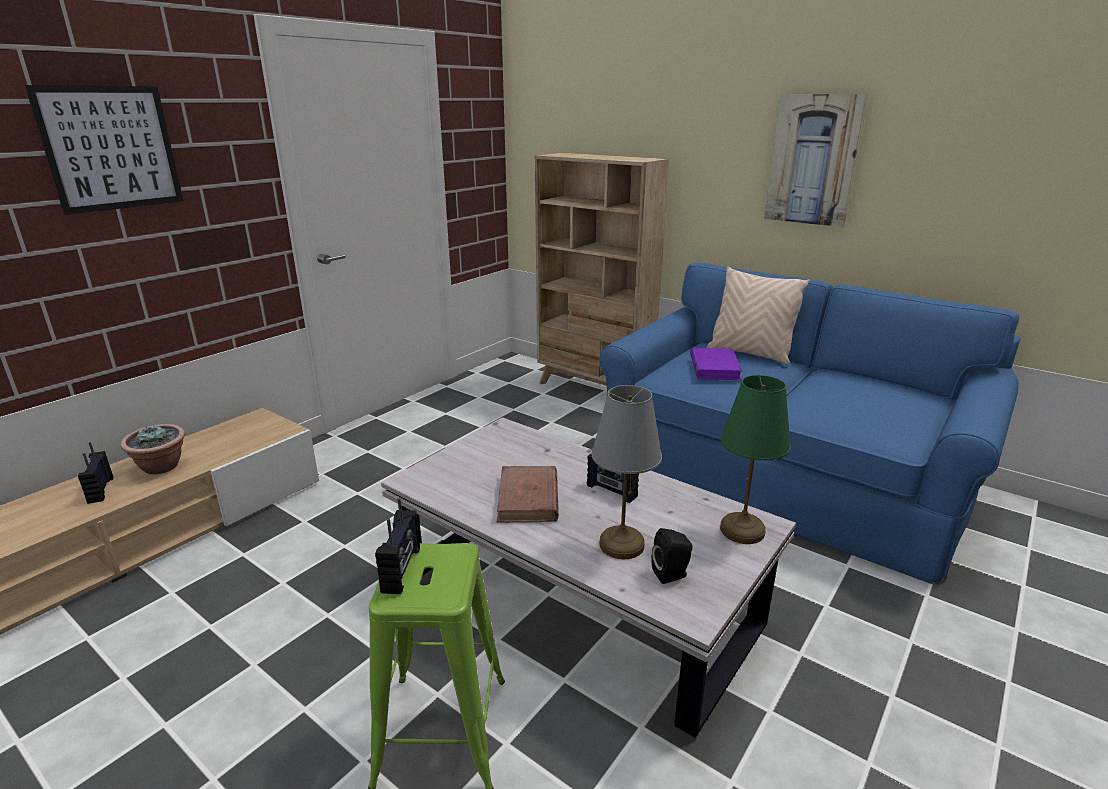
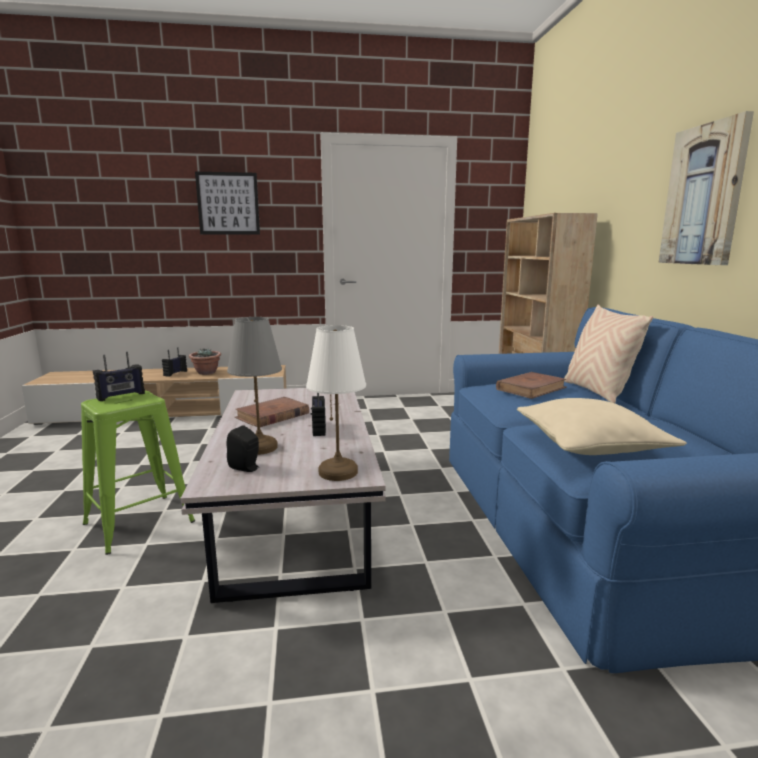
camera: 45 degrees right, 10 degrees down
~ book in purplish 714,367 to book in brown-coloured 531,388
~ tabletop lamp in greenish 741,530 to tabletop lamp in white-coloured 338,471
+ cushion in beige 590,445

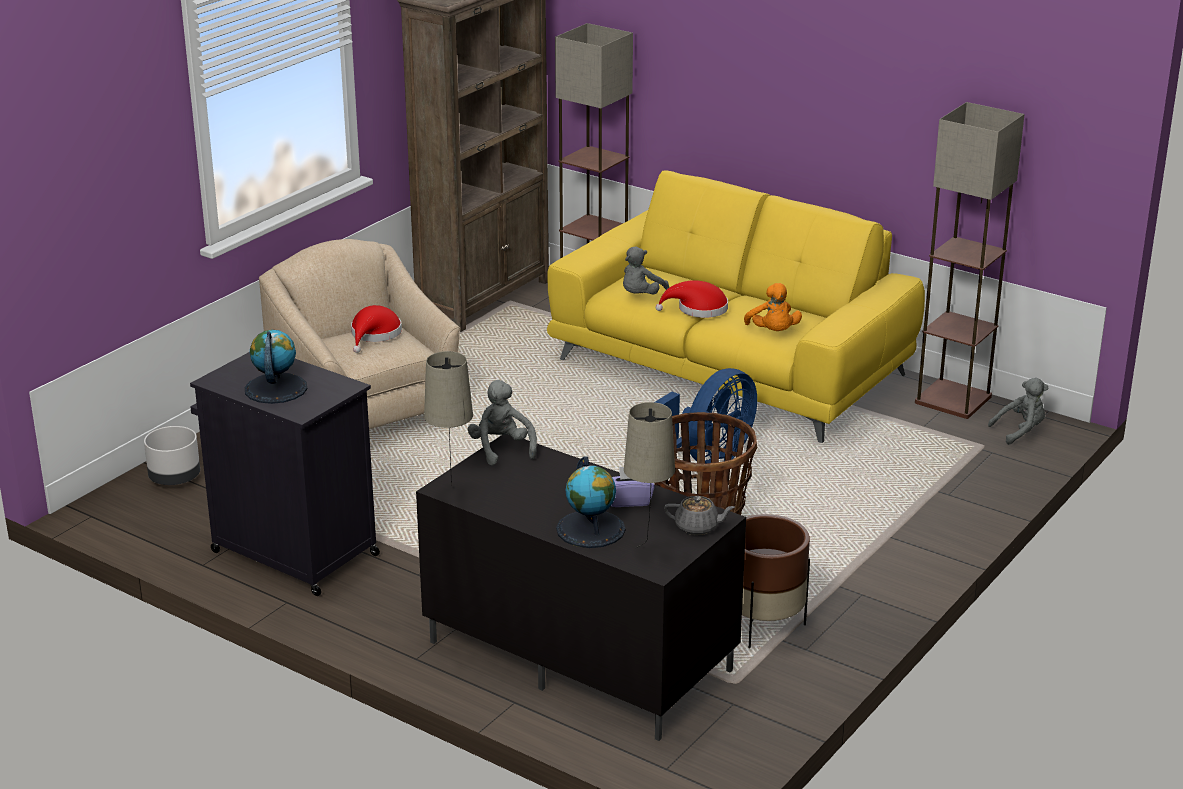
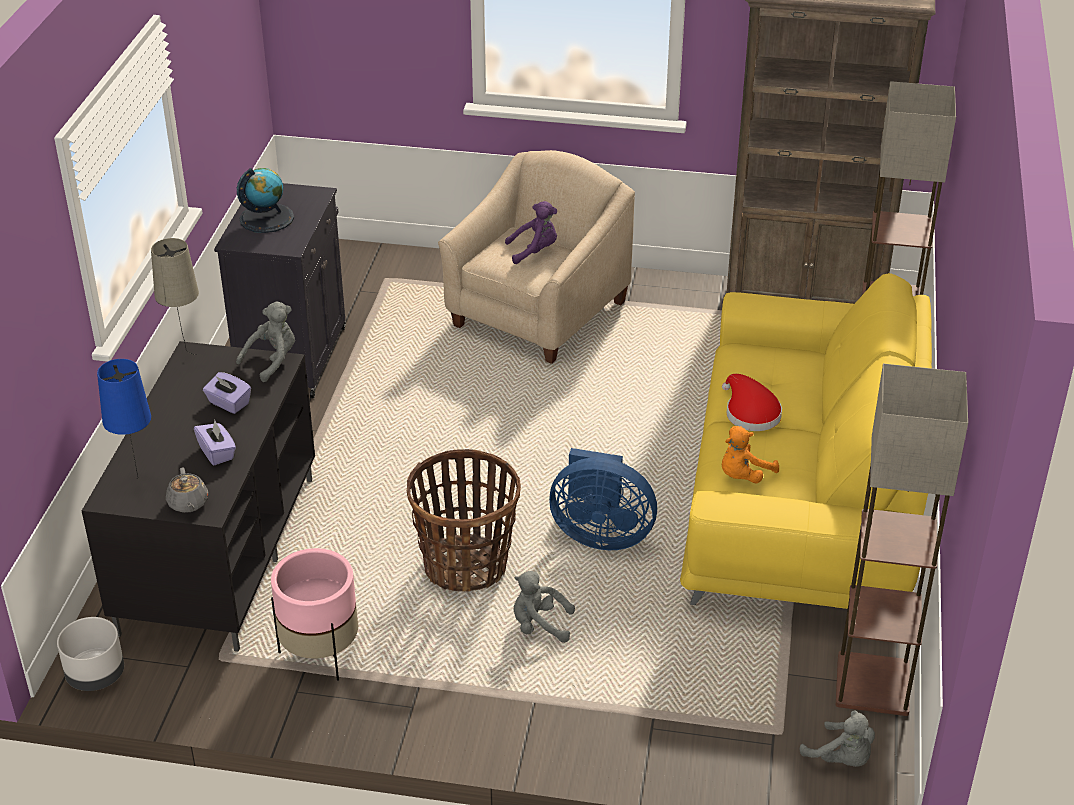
camera: 65 degrees right, 10 degrees up
~ plant pot in grey 174,479 to 95,675
~ clothing hat in red 374,335 to cuddly toy in purplish 534,251
- globe 591,529
~ cuddly toy in grey 641,295 to 539,625
~ tabletop lamp in beige 648,548 to tabletop lamp in blue 139,485
~ plant pot in brown-coloured 763,626 to plant pot in pink-coloured 320,653
+ tissue holder in purplish 228,403

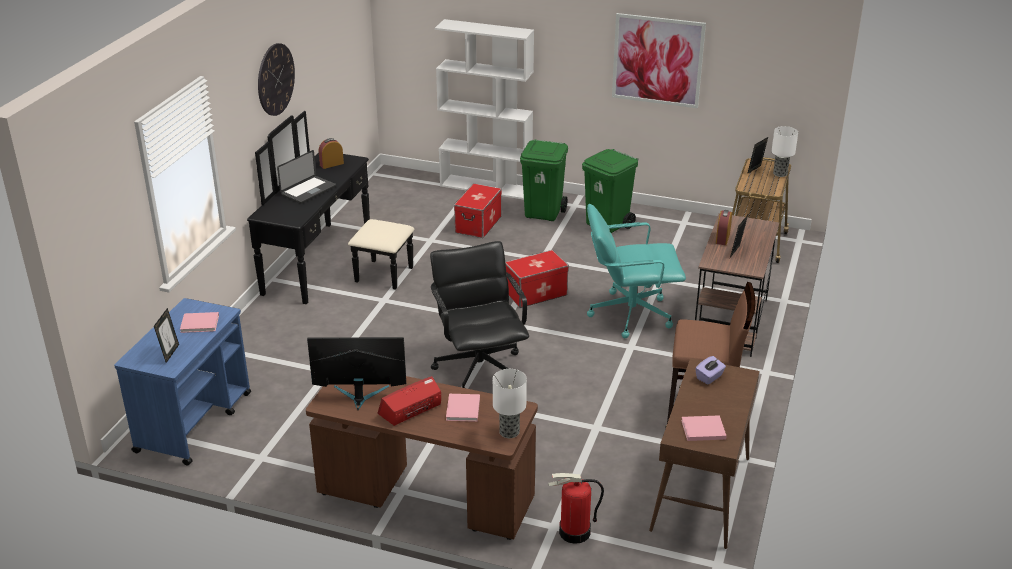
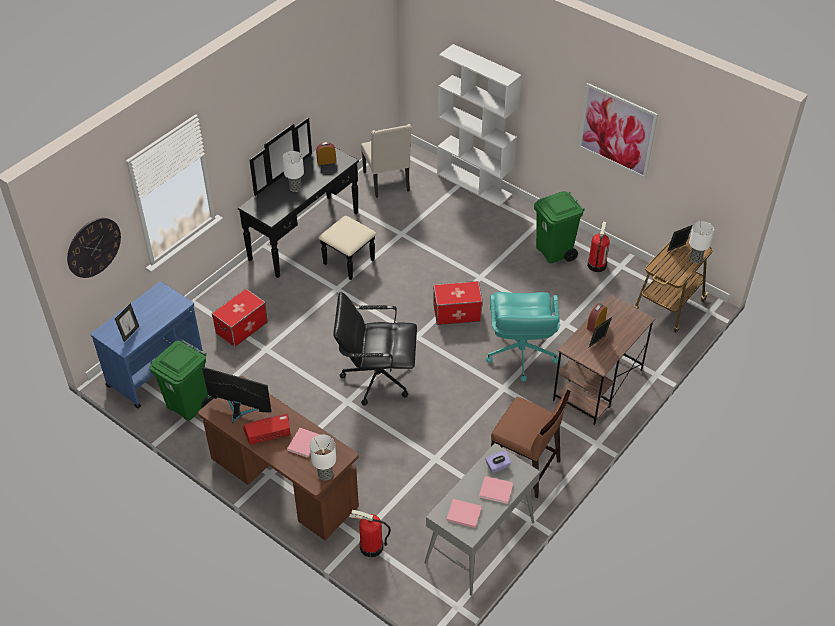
camera: 20 degrees right, 15 degrees up
~ book in pink-coloured 201,324 to 497,491
~ hanging clock 275,79 to 93,247
~ notebook computer 308,191 to tabletop lamp 295,188
~ office chair in black-coloured 479,368 = 376,377 90 degrees counterclockwise
~ storage box 478,224 to 241,327
~ rubbish bin in greenish 543,213 to 189,406
~ office chair in blue-green 629,314 = 520,354 105 degrees counterclockwise
~ hall table in brown-coloured 701,494 to hall table in grey 479,543
+ upright chair in beige 387,182
+ fire extinguisher 596,265

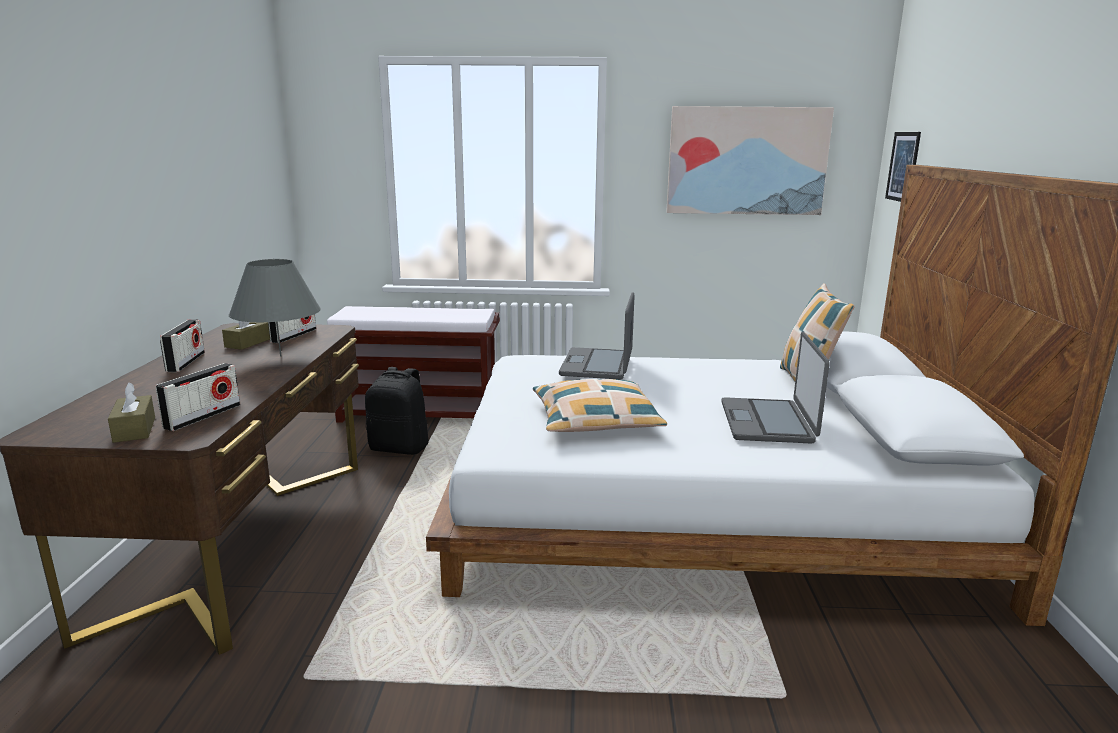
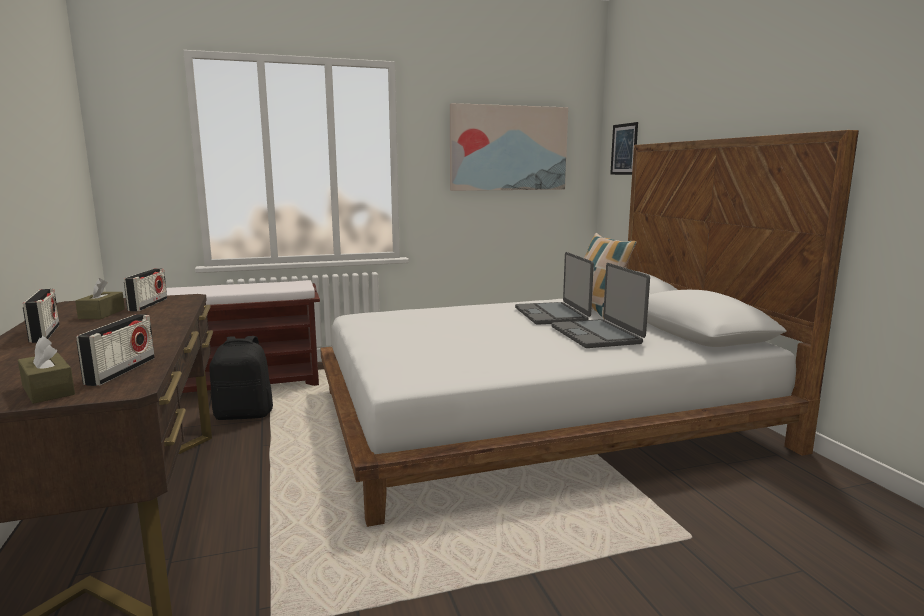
camera: 20 degrees left, 5 degrees down
- tabletop lamp in grey 280,356
- cushion 595,420
~ notebook computer 598,365 to 552,315

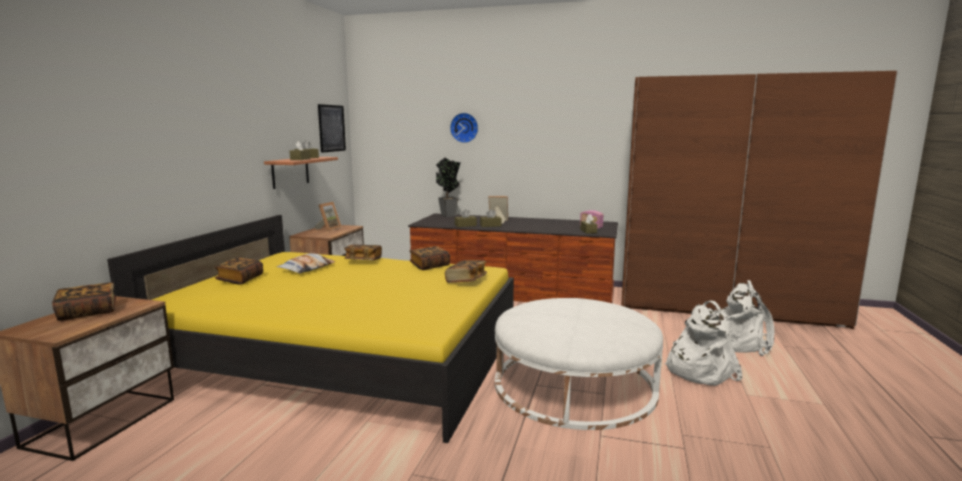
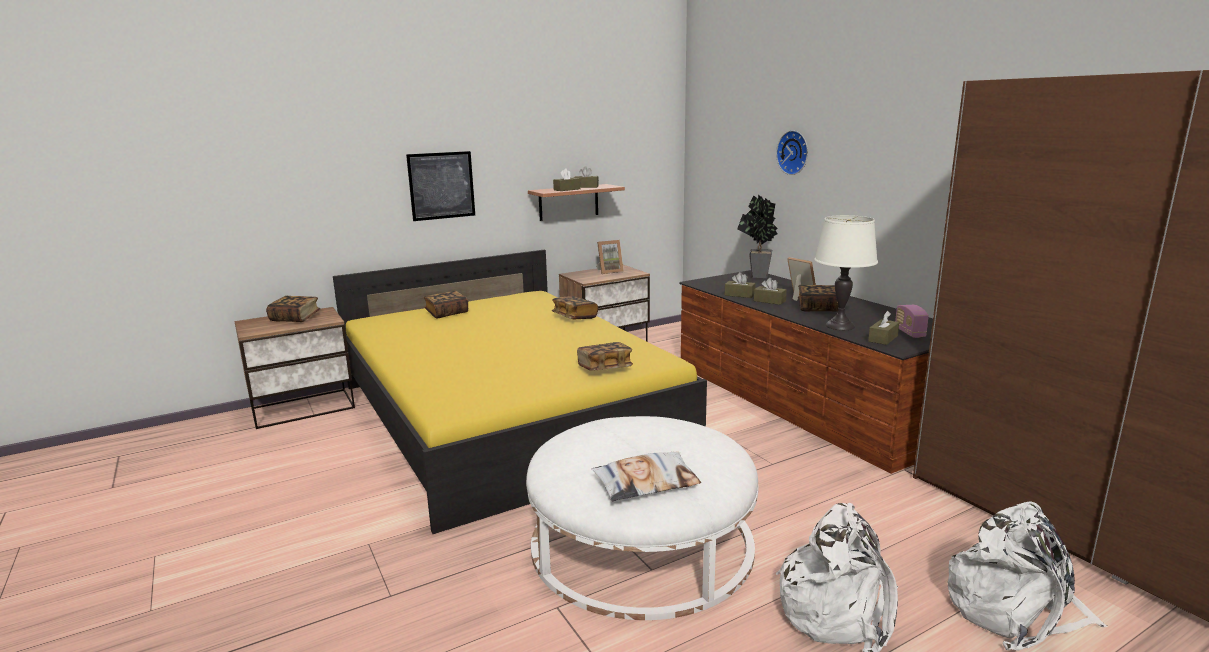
camera: 45 degrees right, 5 degrees up
~ cushion 307,268 to 646,483
~ picture 331,128 to 441,185
~ book 429,266 to 818,308
+ tabletop lamp in white-coloured 840,326

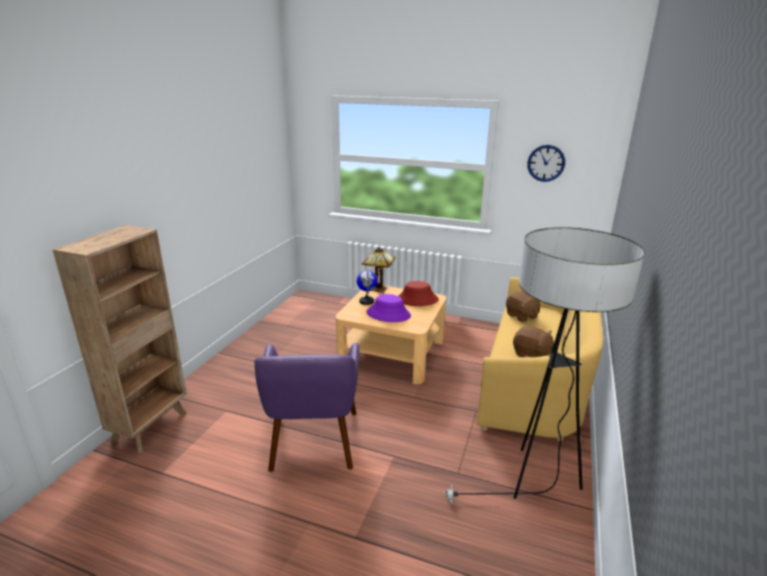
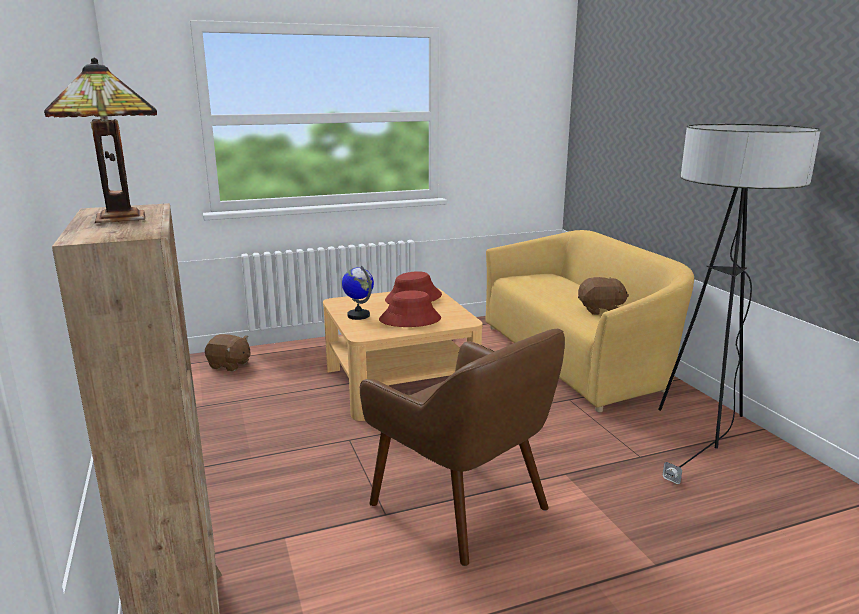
camera: 40 degrees left, 5 degrees down
~ easy chair in purplish 313,441 to easy chair in brown-coloured 462,507
~ tabletop lamp 377,289 to 116,219
~ clothing hat in purplish 388,314 to clothing hat in red 410,319
~ cuddly toy in brown-coloured 521,316 to 229,365
- hanging clock 546,163

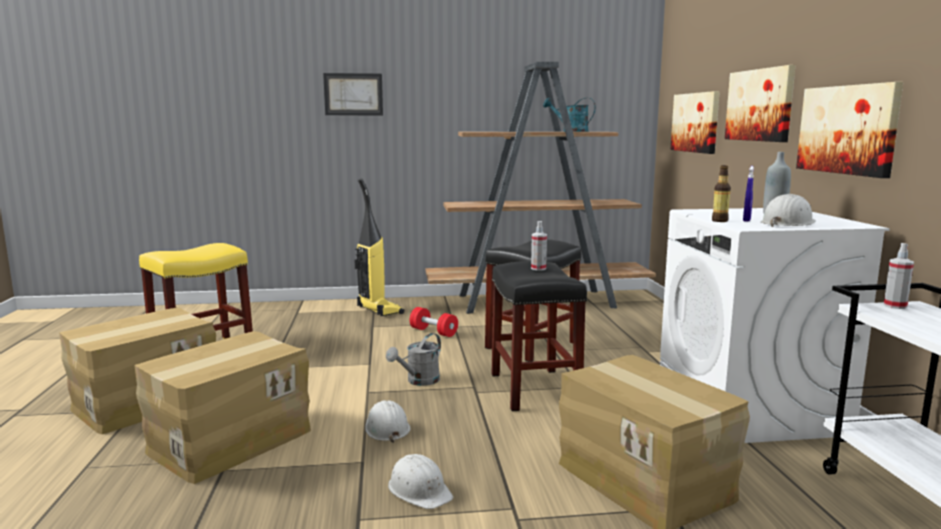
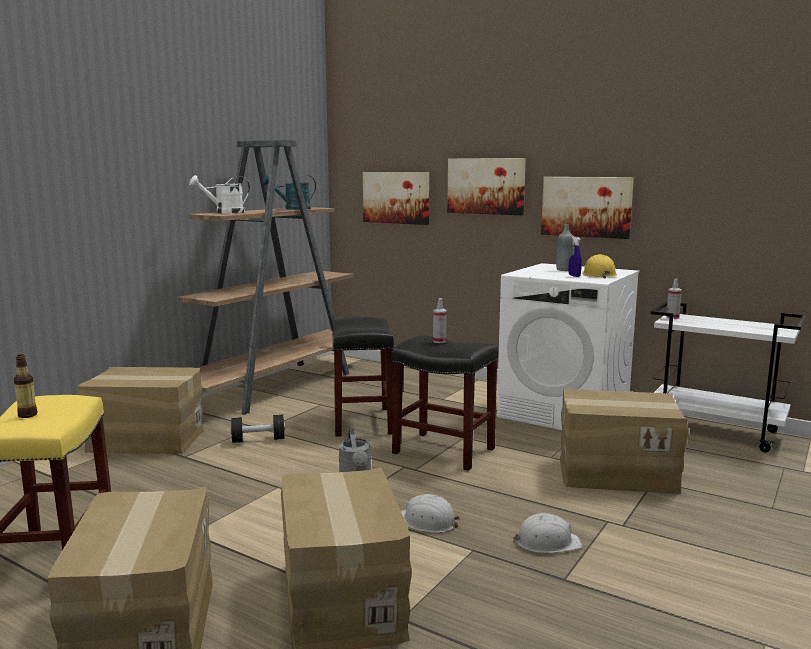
camera: 50 degrees left, 0 degrees up
- picture 353,94
~ hoover 379,310 to packing box 146,440
~ hand weight in red 433,332 to hand weight in black-coloured 258,440
~ bottle 719,221 to 27,415
~ safety helmet in white-coloured 787,223 to safety helmet in yellow 598,275
+ watering can in white-coloured 225,212

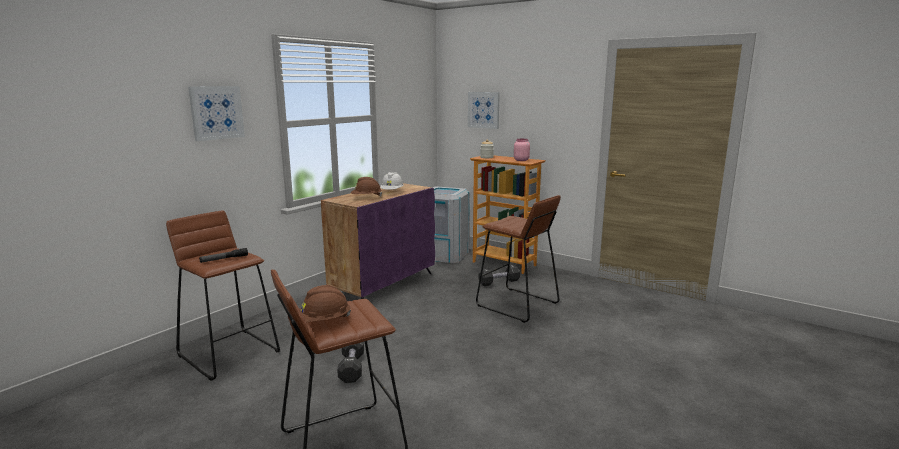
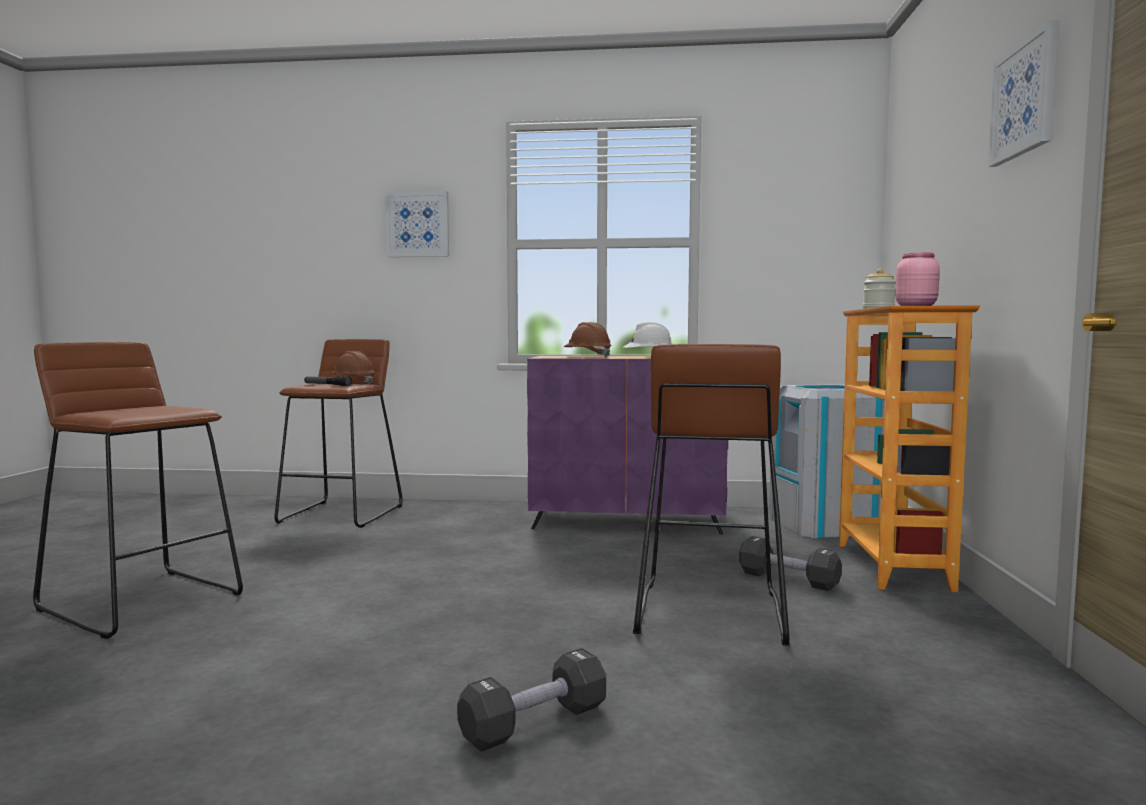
camera: 60 degrees right, 10 degrees down
~ safety helmet in brown-coloured 323,322 to 353,383
~ hand weight in black-coloured 352,368 to 534,723
~ picture 483,110 to 1024,99

